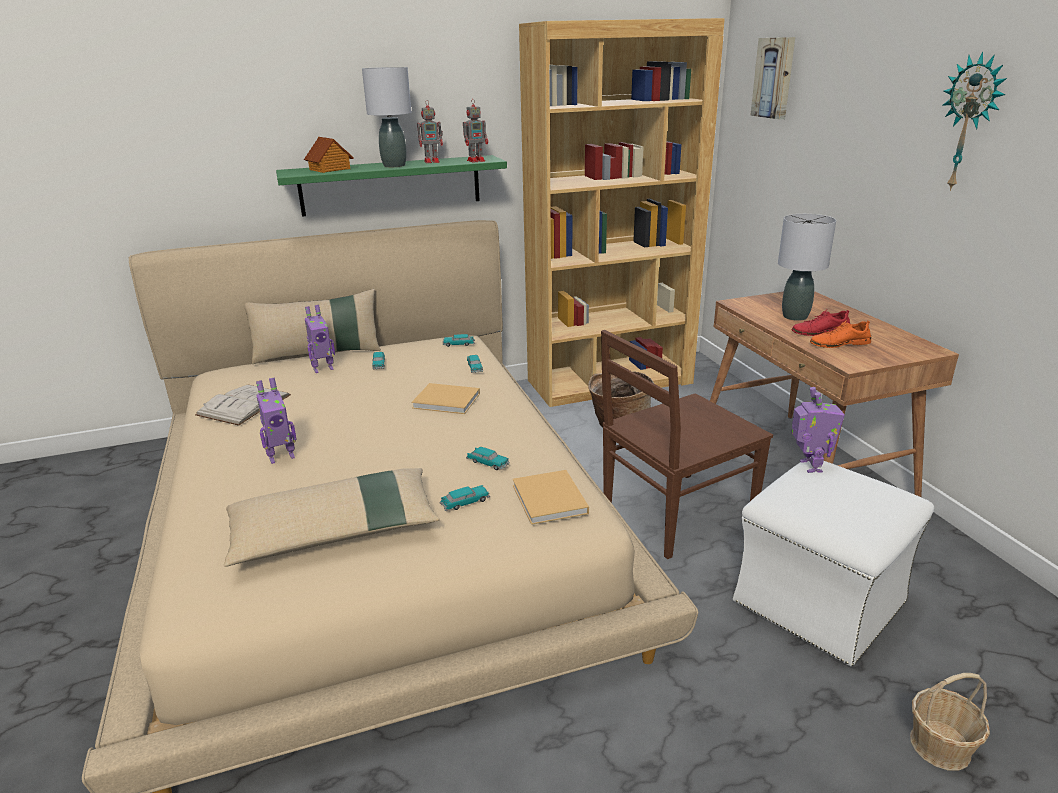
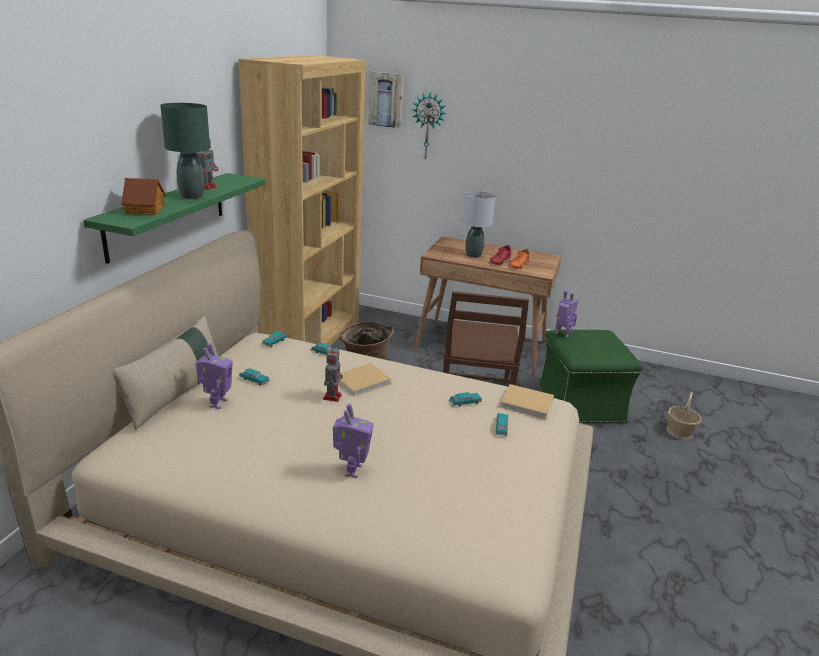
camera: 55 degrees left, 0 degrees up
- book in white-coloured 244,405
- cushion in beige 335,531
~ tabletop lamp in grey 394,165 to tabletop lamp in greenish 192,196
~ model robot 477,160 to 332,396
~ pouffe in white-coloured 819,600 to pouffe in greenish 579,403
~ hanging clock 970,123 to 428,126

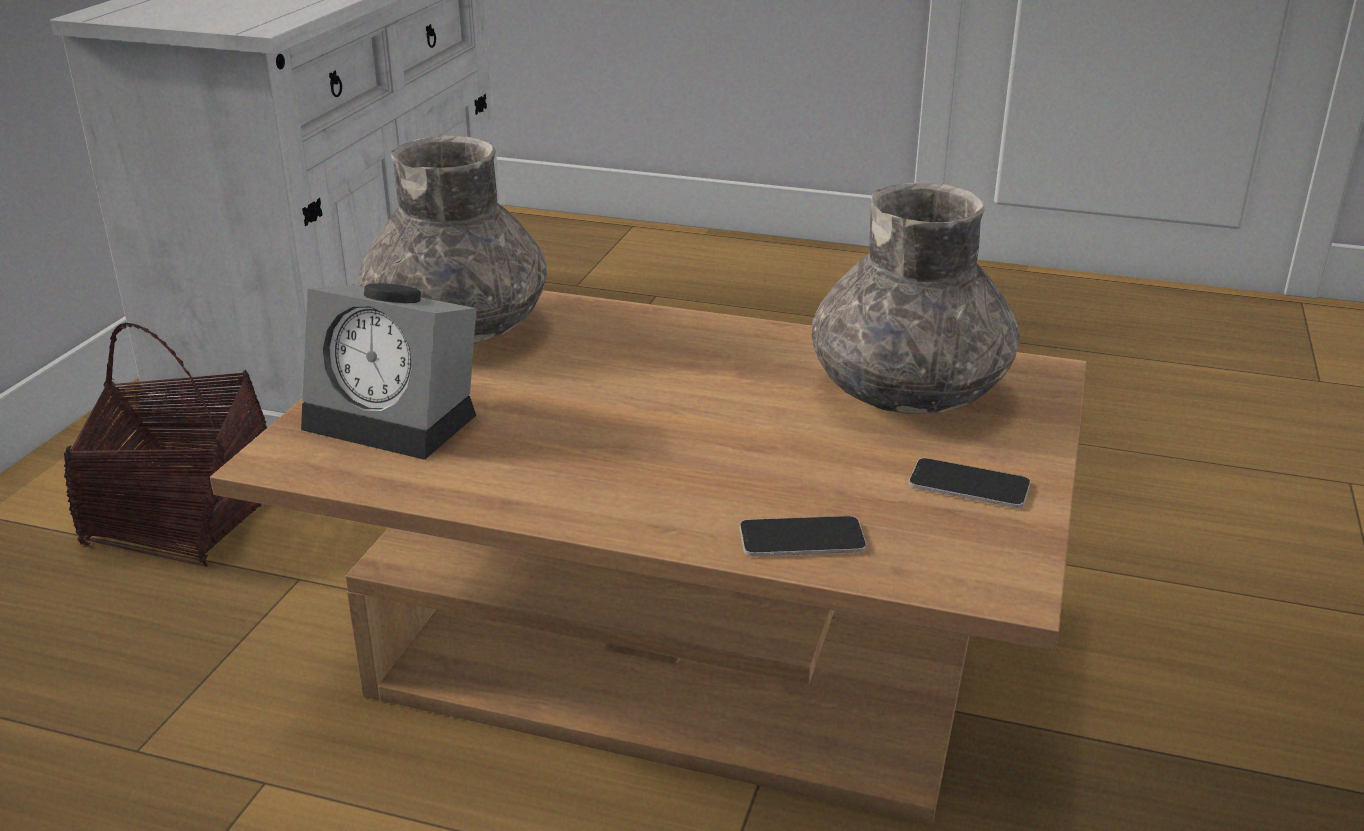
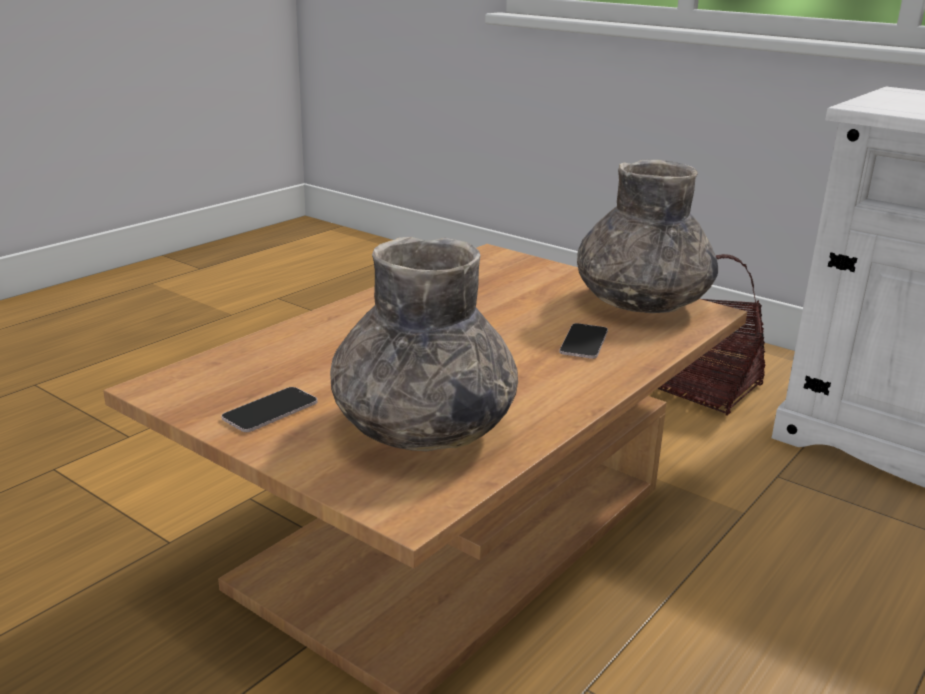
camera: 110 degrees right, 5 degrees down
- table clock 399,419
~ telephone 802,538 to 584,342

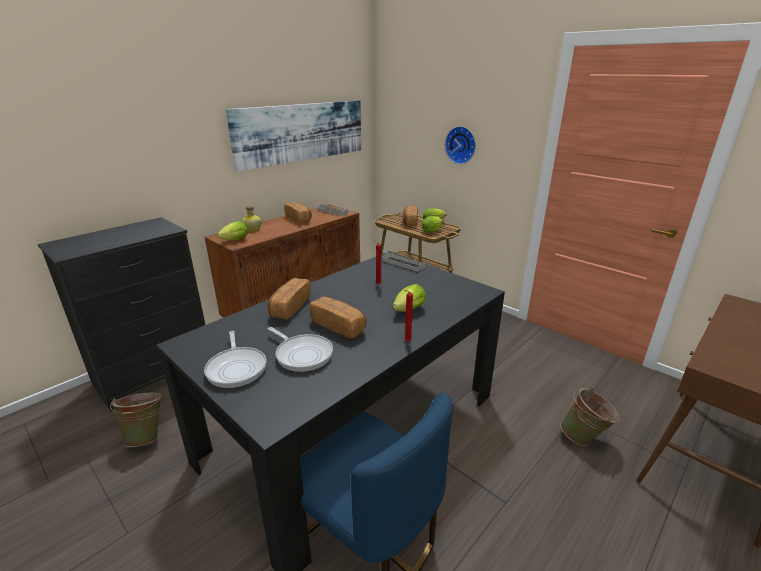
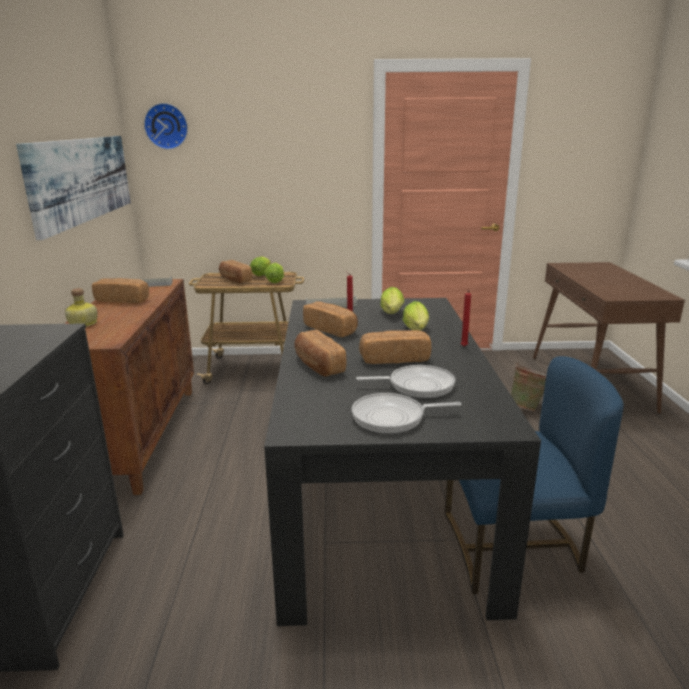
camera: 45 degrees left, 5 degrees down
- water bucket in greenish 147,435
~ frying pan 237,368 = 393,417 150 degrees clockwise
~ head of lettuce 233,241 to 392,314
~ hanging clock 461,145 to 166,126
+ baked bread 331,329

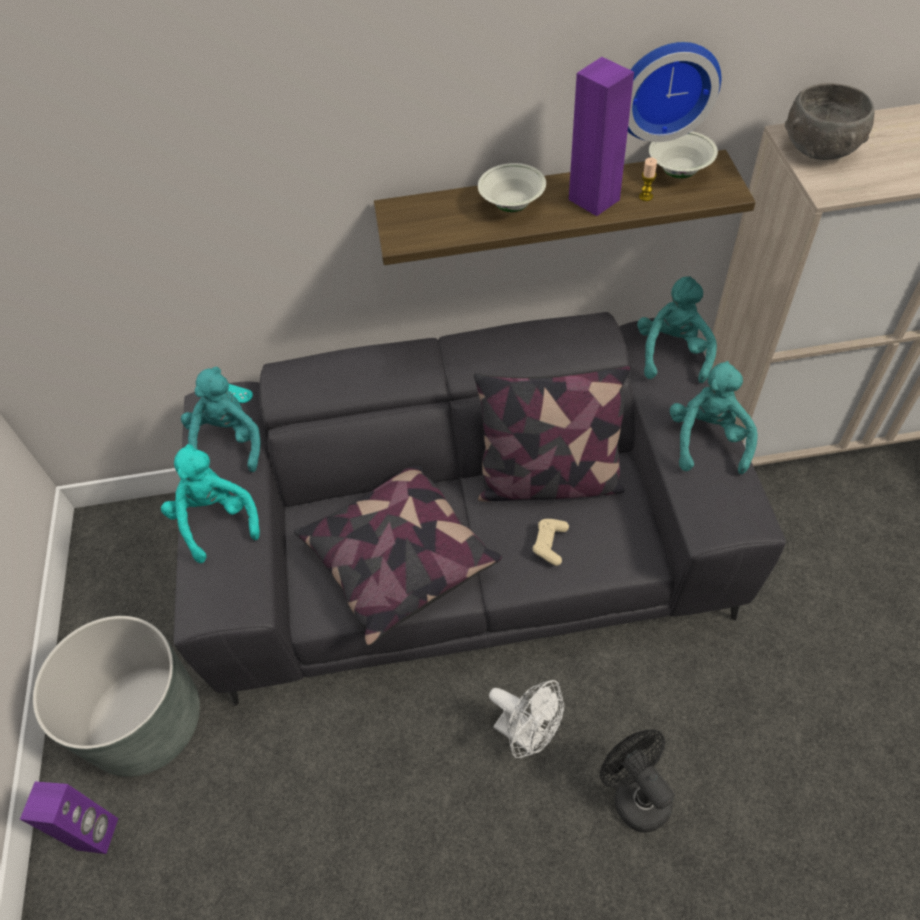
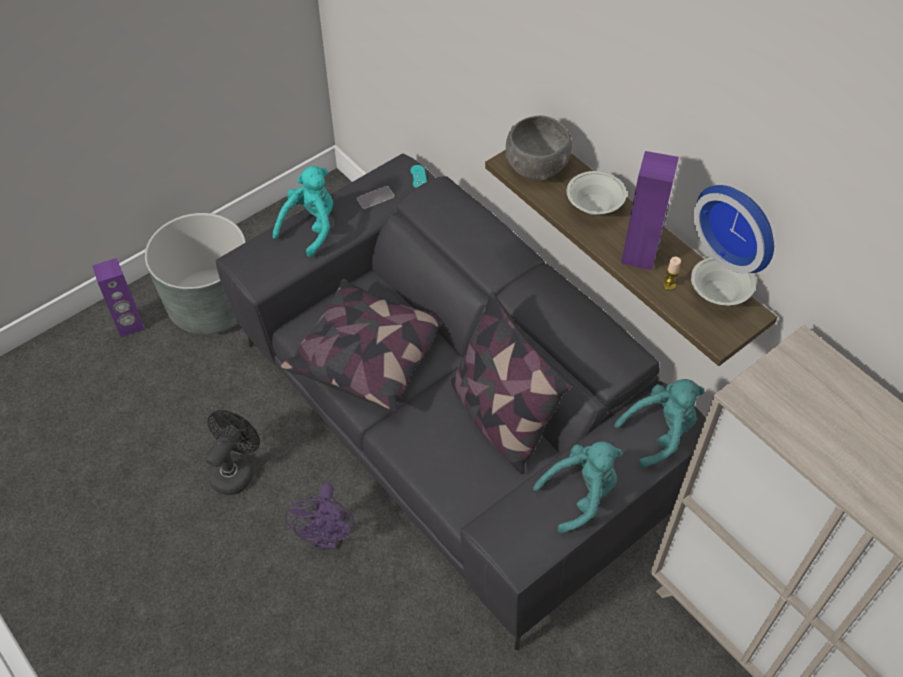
camera: 55 degrees right, 0 degrees up
~ cuddly toy in blue-green 228,443 to telephone 375,198
~ cooling fan in white-coloured 527,734 to cooling fan in purplish 327,537
- joypad in beige 550,544
~ cooling fan in black-coloured 635,794 to 235,470
~ bowl in grey 820,149 to 537,167

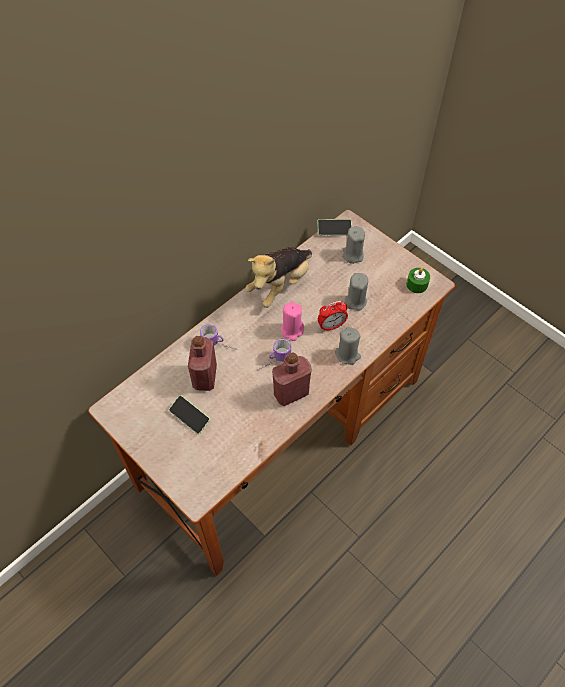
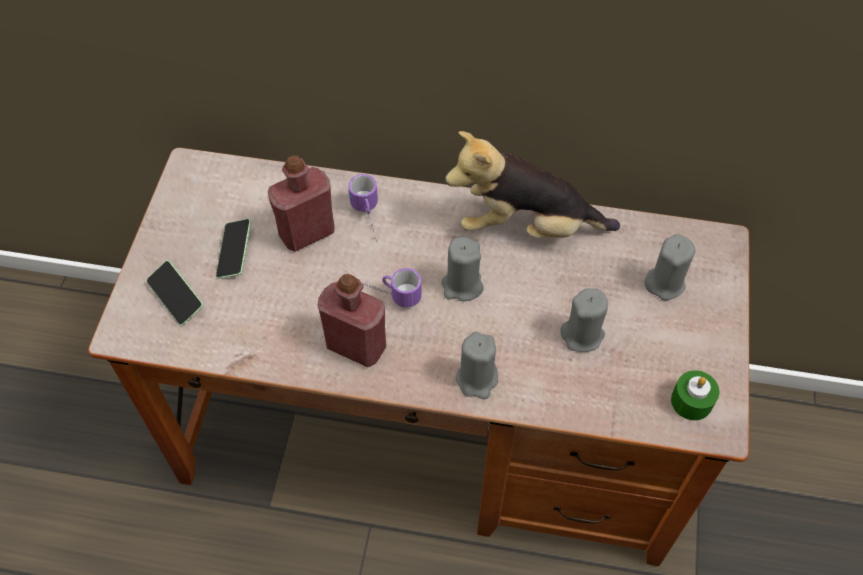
camera: 55 degrees right, 0 degrees up
~ wax light in pink-coloured 292,330 to wax light in grey 462,285
~ telephone 334,230 to 176,298
- table clock 331,326

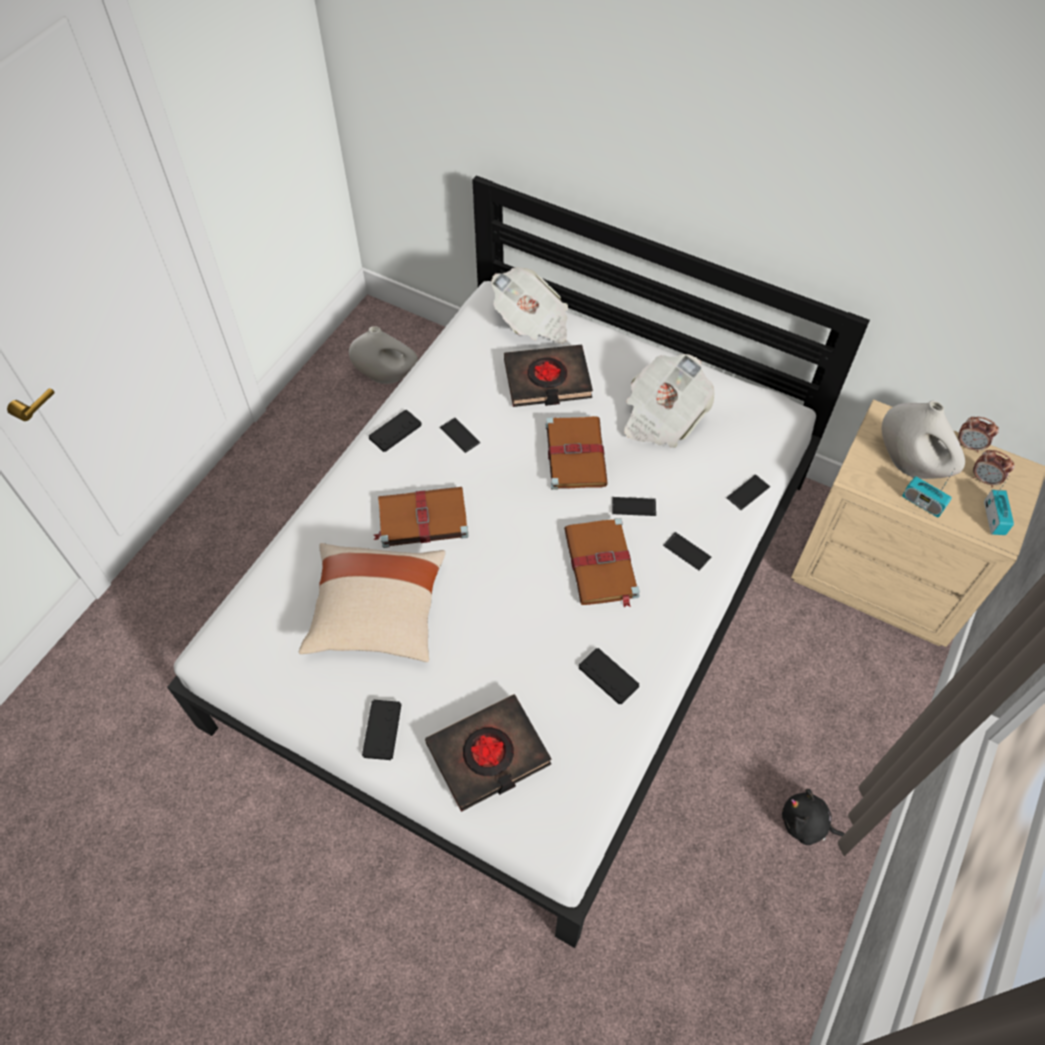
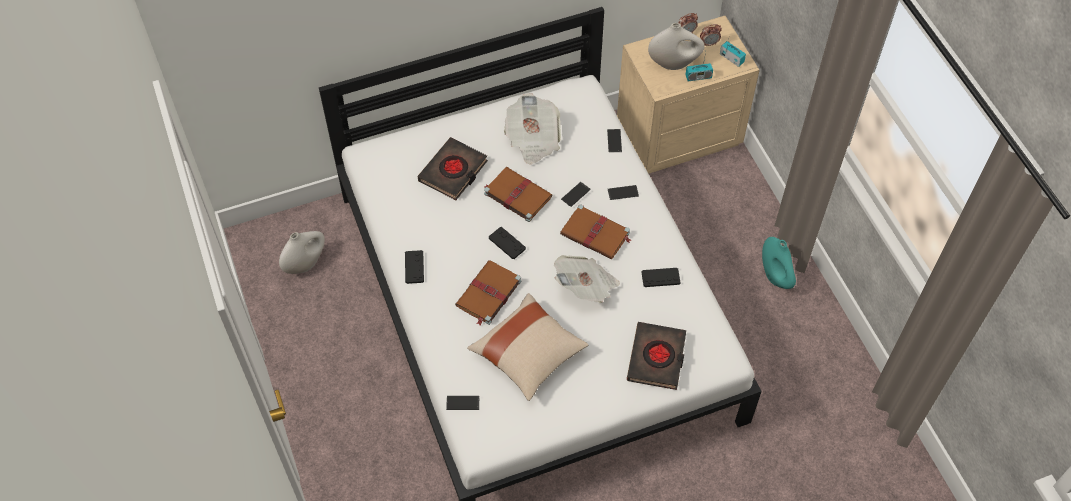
camera: 50 degrees left, 0 degrees up
~ joypad in black-coloured 382,730 to 507,243
~ telephone 460,435 to 463,403
~ printed paper 532,323 to 586,287
~ cuddly toy in black-coloured 806,824 to flower vase in blue-green 775,276

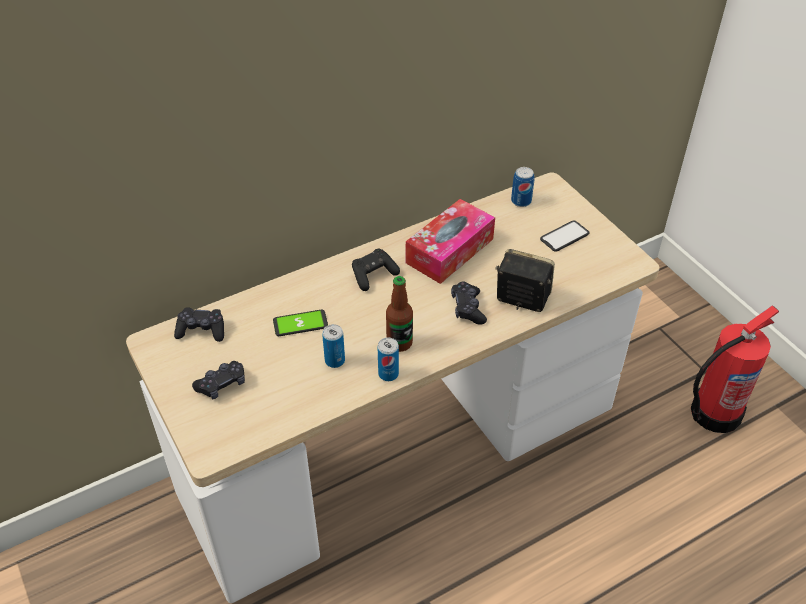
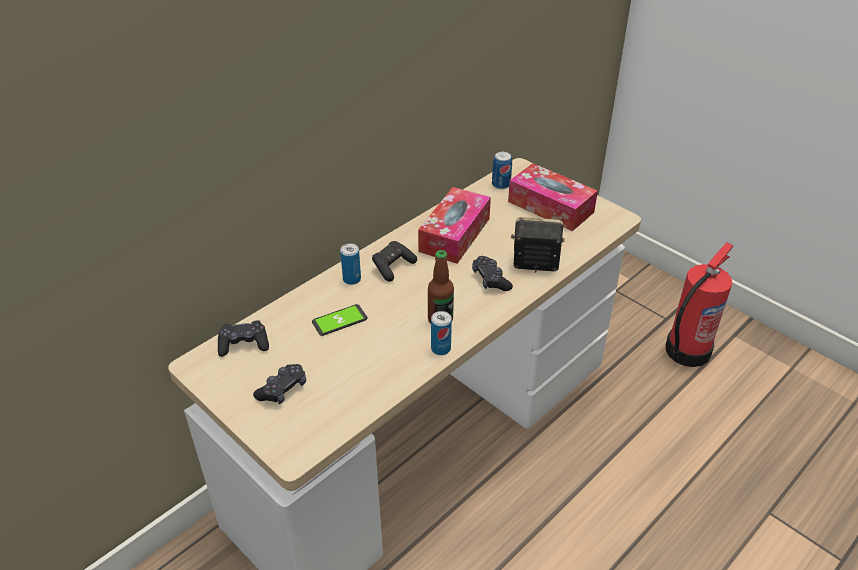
camera: 15 degrees left, 5 degrees down
~ sealed can 335,360 to 352,279
~ telephone 564,236 to tissue holder 550,207

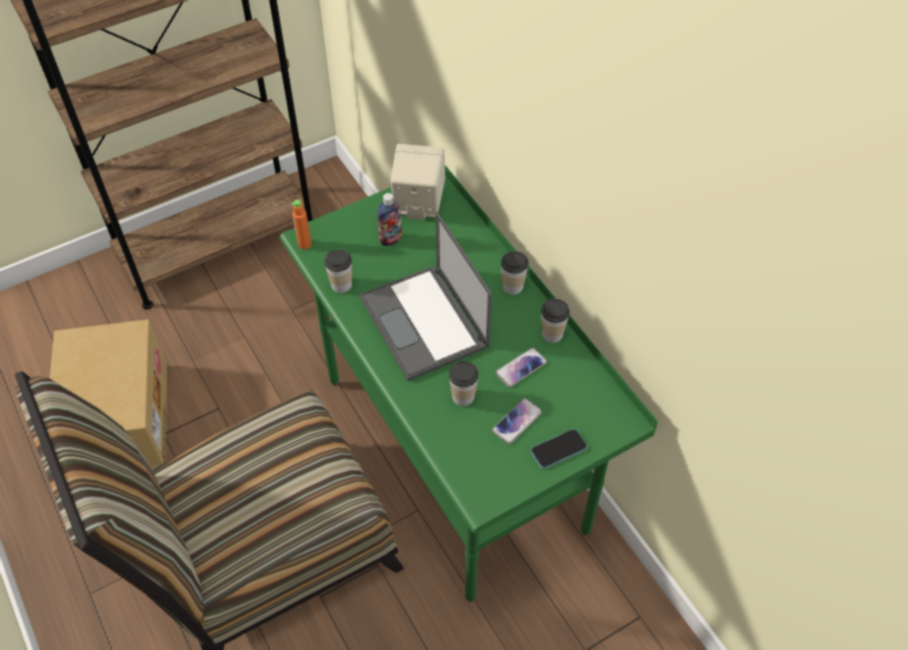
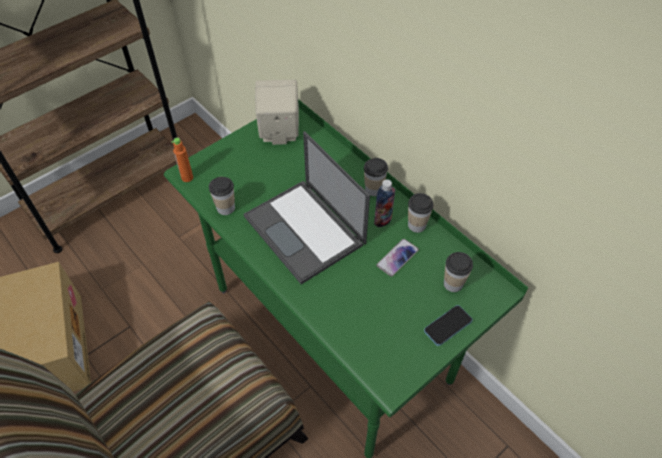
camera: 10 degrees left, 0 degrees up
~ bottle 391,239 to 383,220
~ drinking cup 463,397 to 453,283
- telephone 517,421

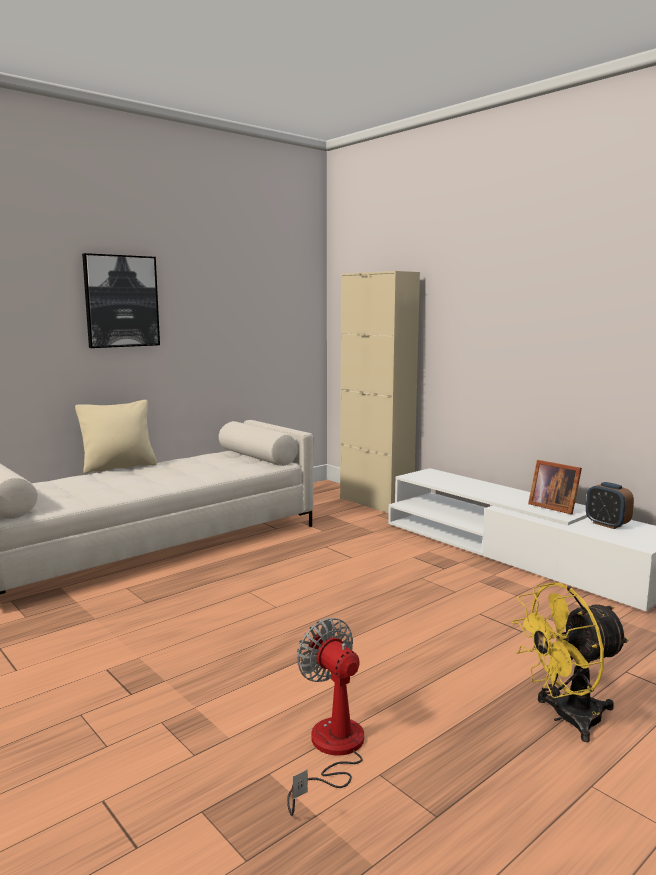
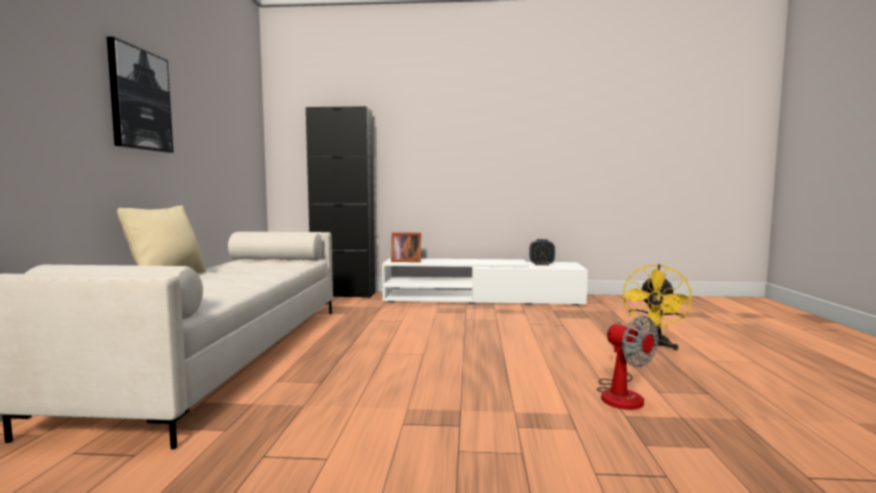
camera: 45 degrees left, 5 degrees down
~ cooling fan 331,751 = 621,394 135 degrees counterclockwise
~ storage cabinet in beige 375,503 to storage cabinet in black-coloured 343,294
~ standing frame 552,507 to 405,261

